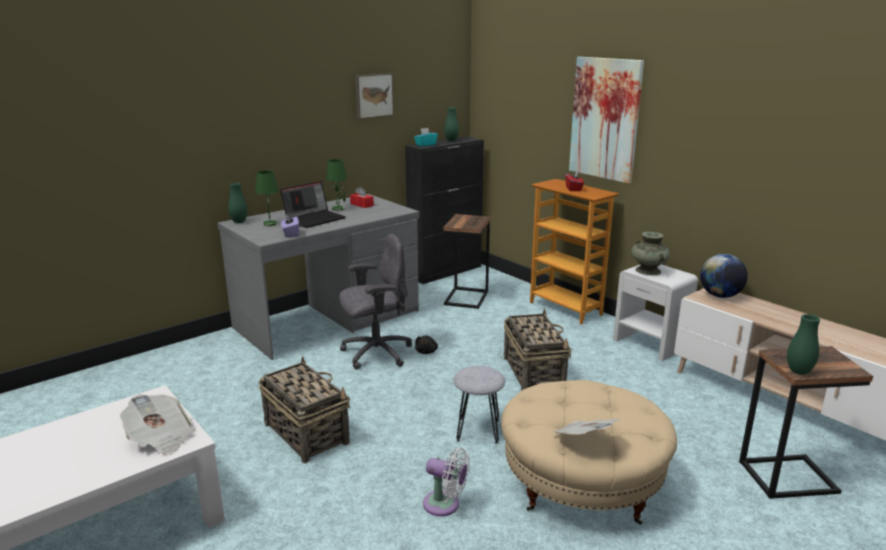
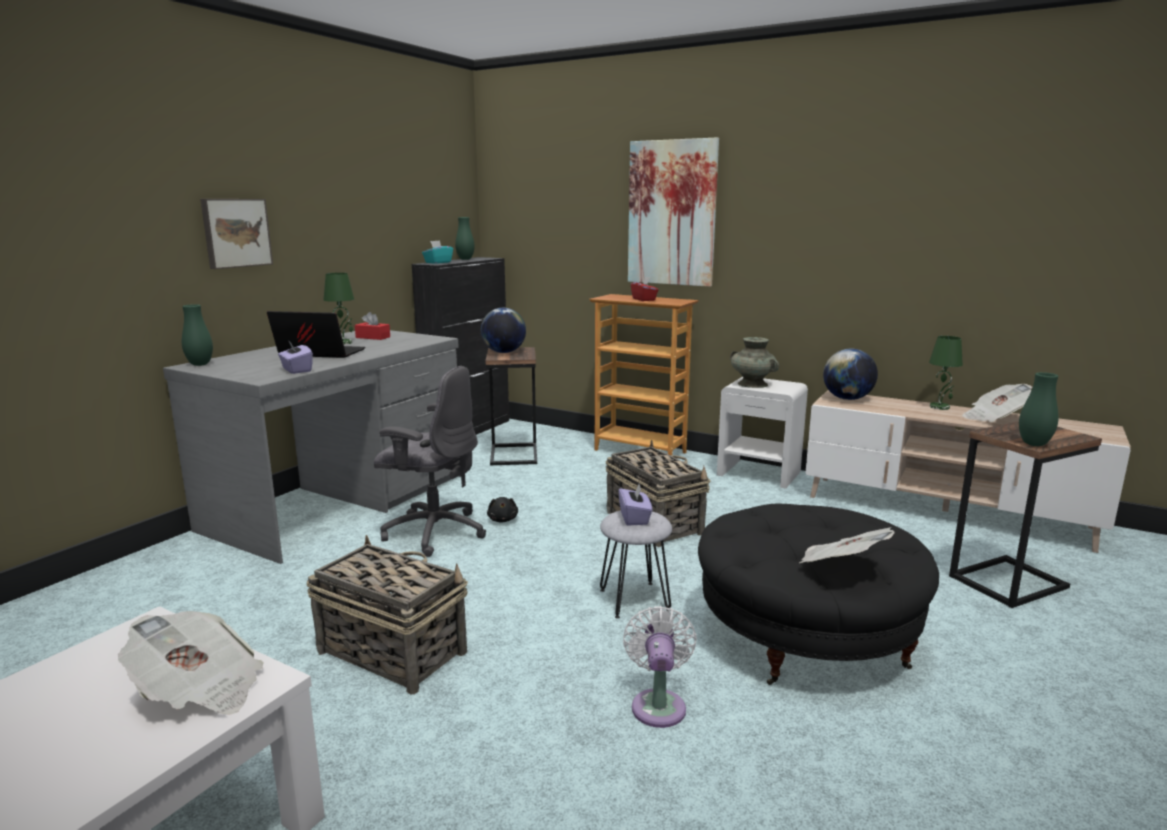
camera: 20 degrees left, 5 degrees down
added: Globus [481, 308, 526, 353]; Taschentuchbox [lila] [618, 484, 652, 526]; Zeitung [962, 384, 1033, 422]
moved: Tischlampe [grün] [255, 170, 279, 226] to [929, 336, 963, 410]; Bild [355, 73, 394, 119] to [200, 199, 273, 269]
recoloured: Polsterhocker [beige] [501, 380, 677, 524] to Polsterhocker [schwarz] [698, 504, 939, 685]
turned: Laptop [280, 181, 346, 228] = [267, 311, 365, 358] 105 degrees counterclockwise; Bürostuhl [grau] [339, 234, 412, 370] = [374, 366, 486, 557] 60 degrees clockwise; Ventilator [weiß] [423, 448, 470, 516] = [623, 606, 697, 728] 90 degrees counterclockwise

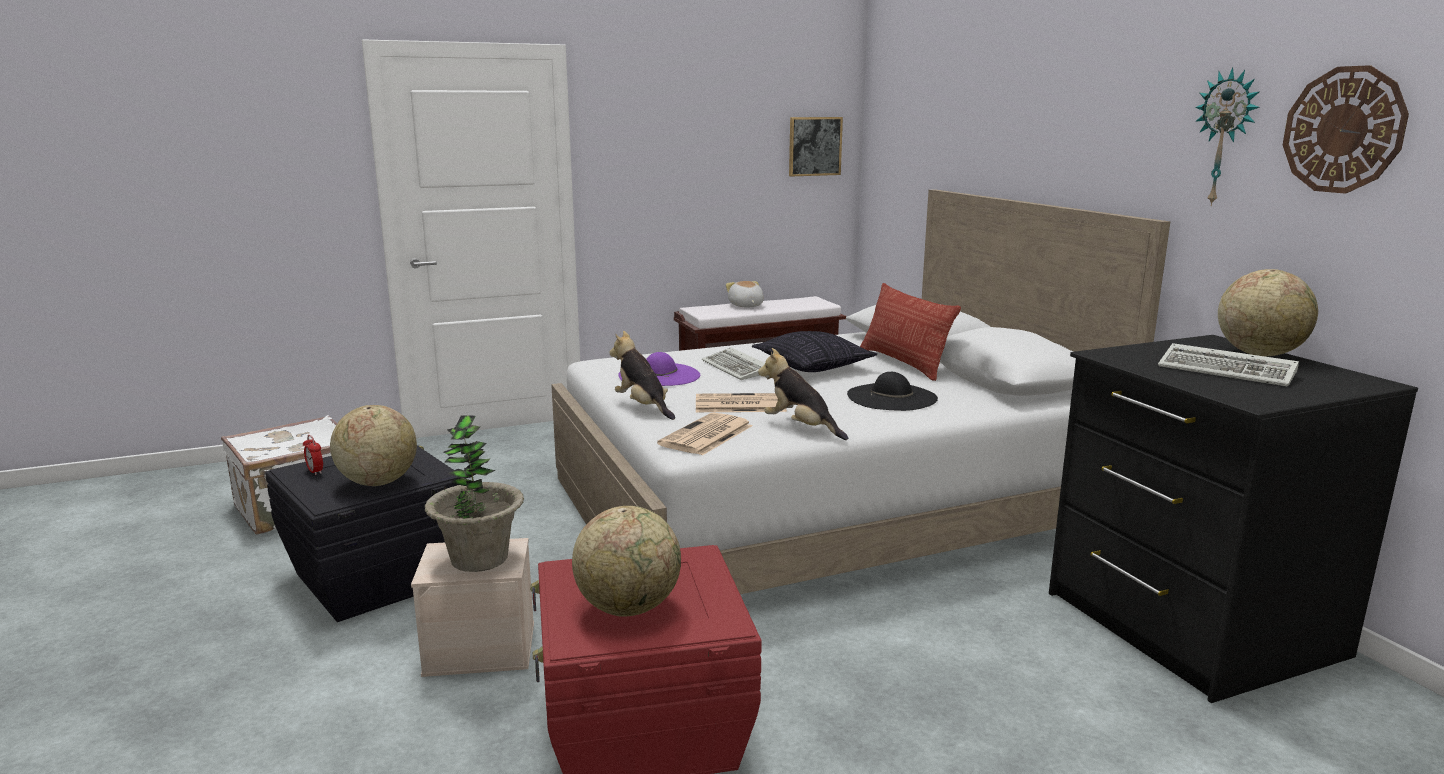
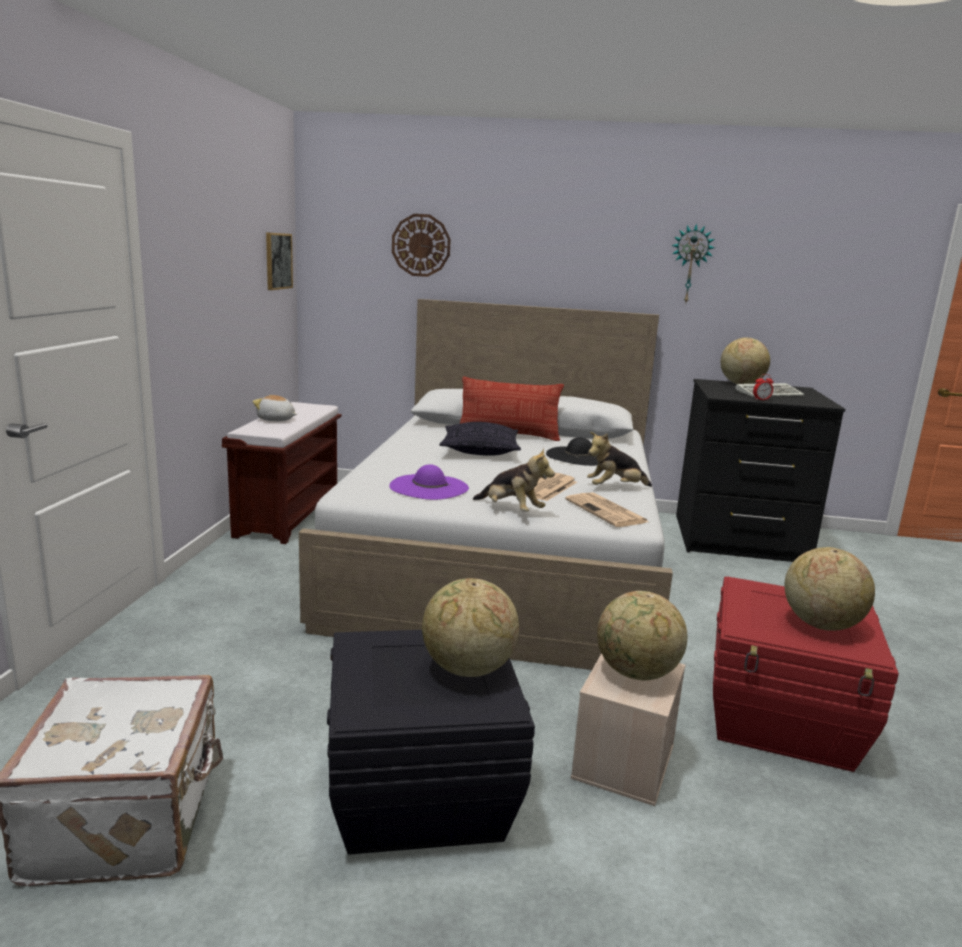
camera: 60 degrees left, 0 degrees up
removed: Tastatur [702, 348, 765, 380]
moved: Wecker [303, 435, 323, 475] to [753, 374, 774, 400]; Wanduhr [1283, 65, 1409, 194] to [392, 214, 451, 277]
replaced: Topfpflanze [425, 415, 524, 572] to Globus [597, 591, 688, 681]
turned: Plüschtier [609, 331, 675, 420] = [473, 448, 555, 512] 135 degrees counterclockwise

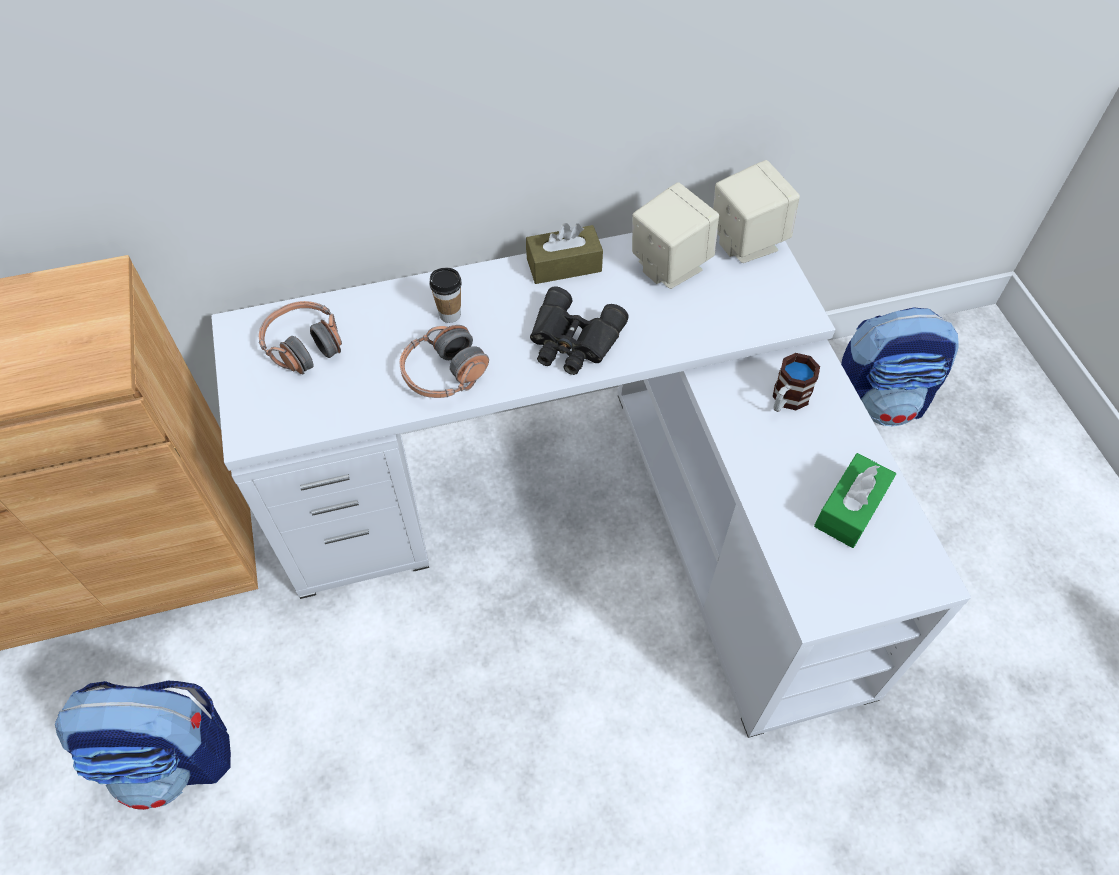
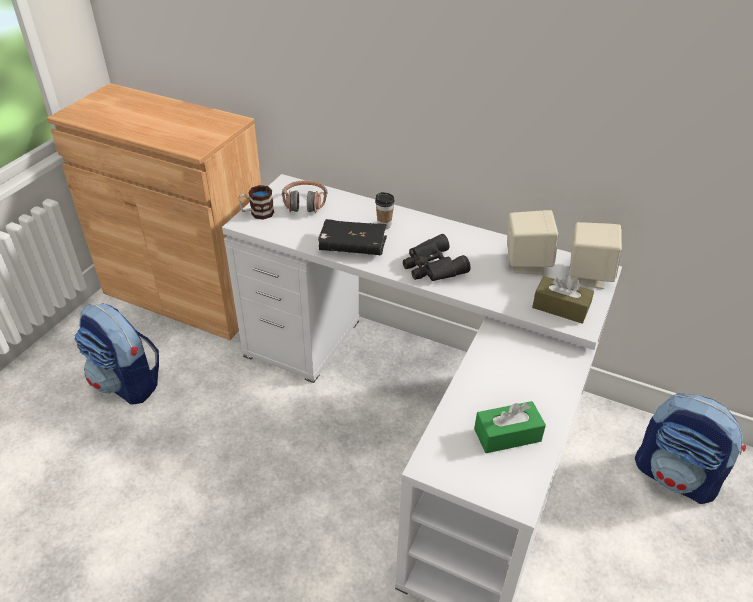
camera: 40 degrees right, 15 degrees down
moved: Taschentuchbox [braun] [526, 223, 603, 284] to [532, 275, 594, 324]; Henkelbecher [772, 353, 820, 412] to [239, 185, 274, 220]
replaced: Kopfhörer [400, 325, 489, 398] to Buch [schwarz] [318, 219, 387, 255]

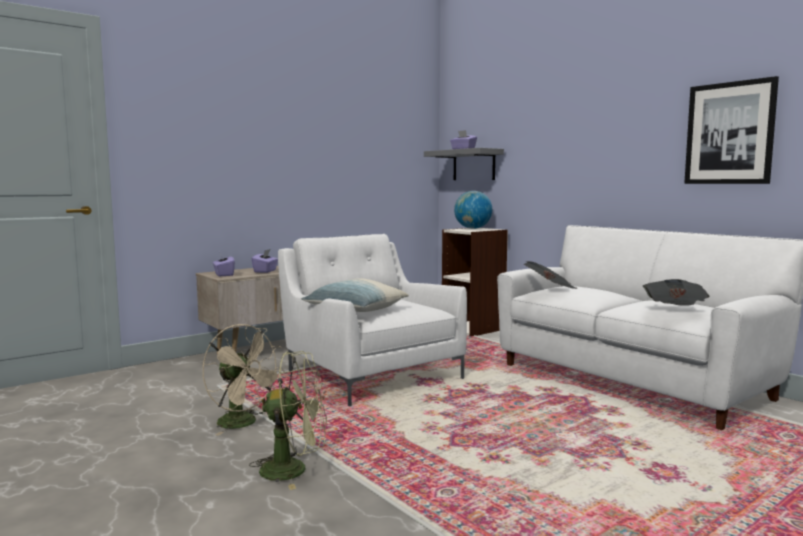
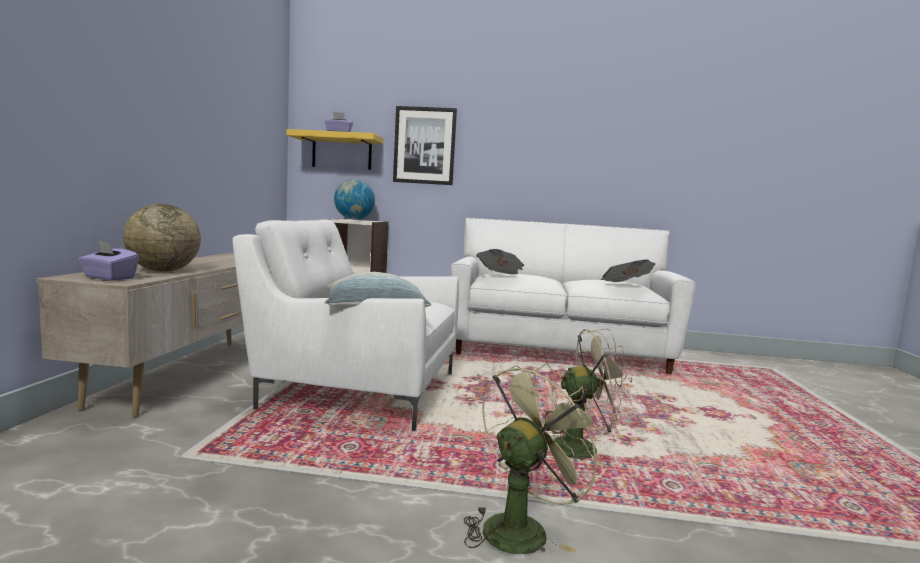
camera: 45 degrees left, 0 degrees up
moved: Ventilator [beige] [203, 324, 285, 436] to [551, 328, 634, 460]; Bild [684, 76, 779, 184] to [393, 106, 457, 185]
replaced: Taschentuchbox [lila] [251, 249, 278, 273] to Globus [123, 204, 201, 271]
recoloured: Wandregal [grau] [424, 148, 504, 180] to Wandregal [gelb] [287, 129, 384, 170]

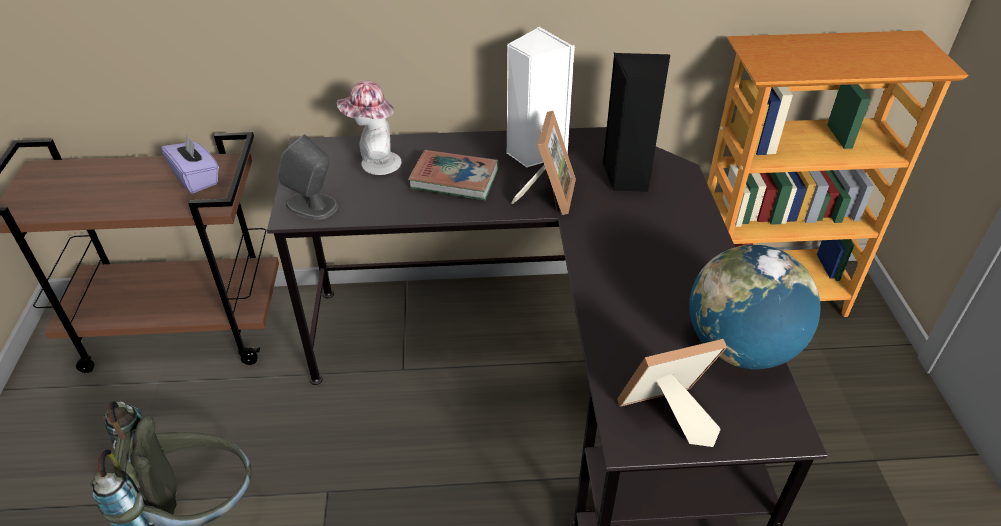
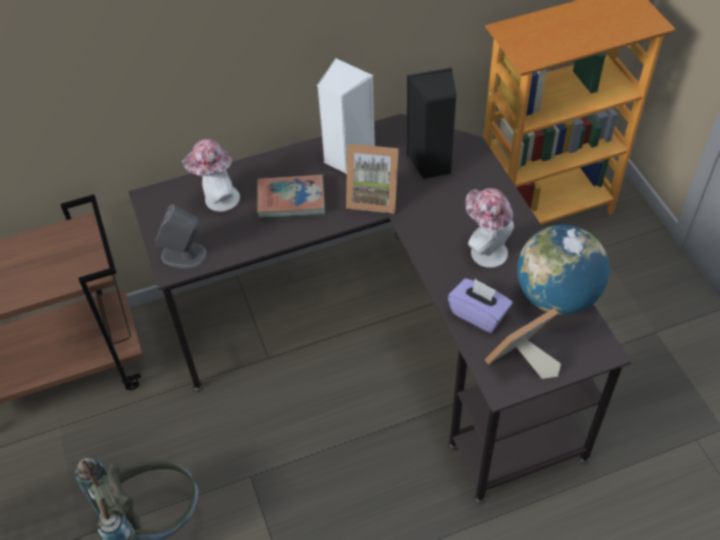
camera: 15 degrees left, 10 degrees up
added: Hut [466, 188, 514, 268]
moved: Taschentuchbox [lila] [161, 135, 219, 194] to [448, 278, 513, 333]
turned: Bilderrahmen [511, 111, 576, 215] = [346, 144, 399, 214] 105 degrees clockwise

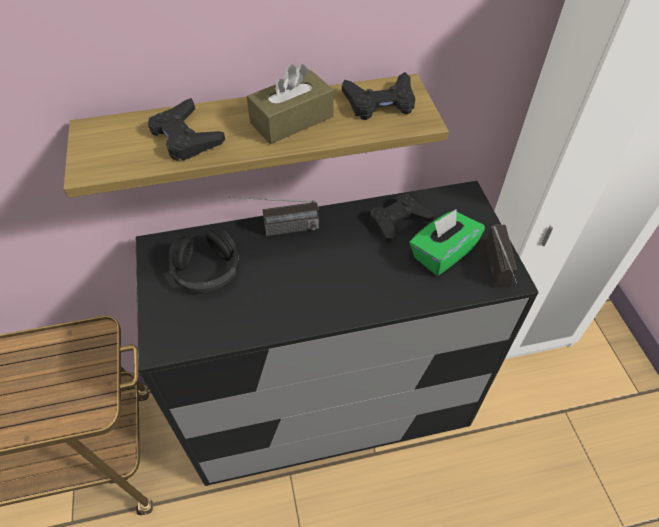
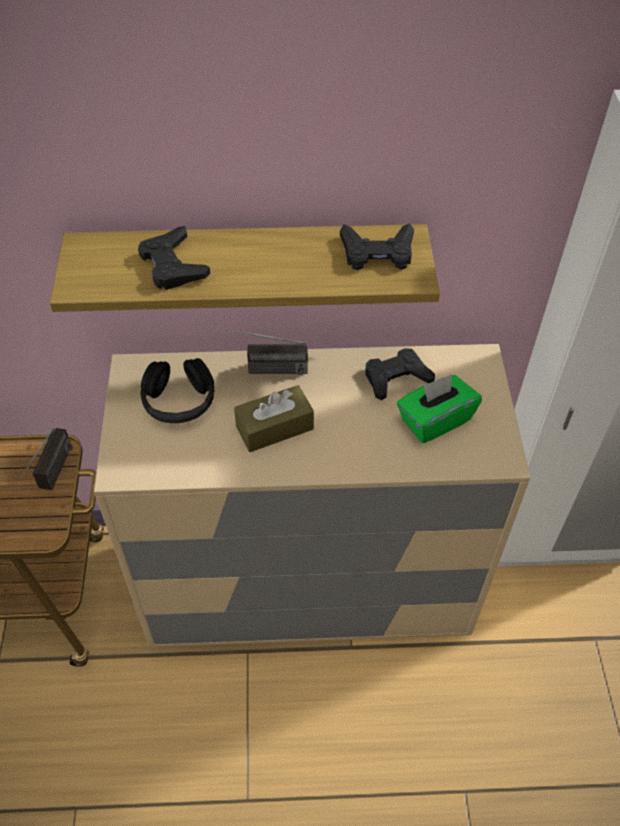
camera: 10 degrees right, 0 degrees up
moved: Taschentuchbox [braun] [247, 64, 334, 144] to [234, 385, 314, 452]; Radio [486, 225, 517, 288] to [14, 428, 73, 490]
recoloured: Kommode [schwarz] [136, 181, 539, 486] to Kommode [beige] [94, 344, 530, 647]

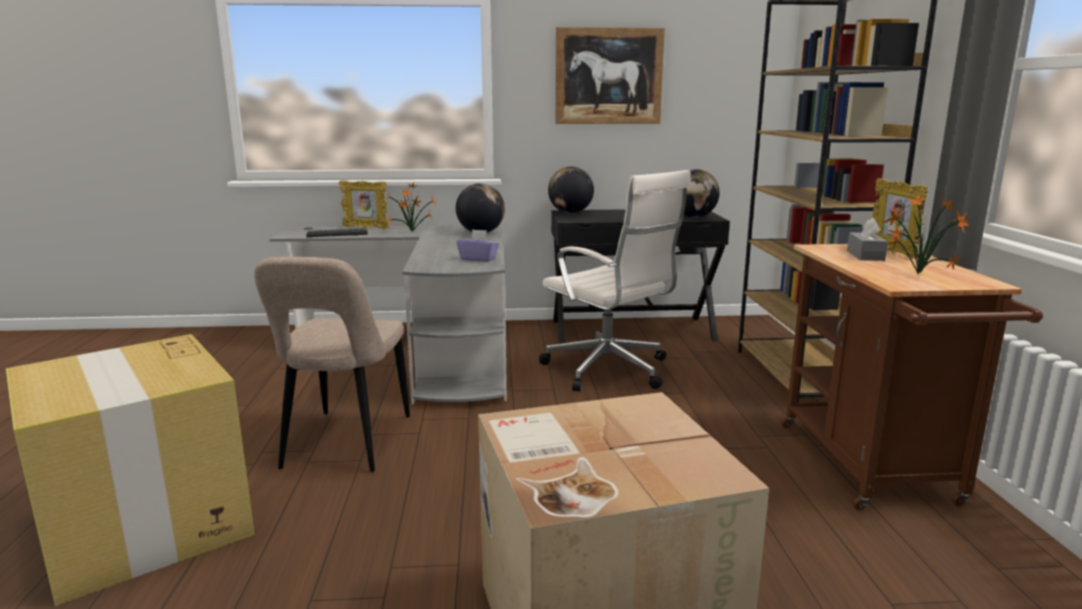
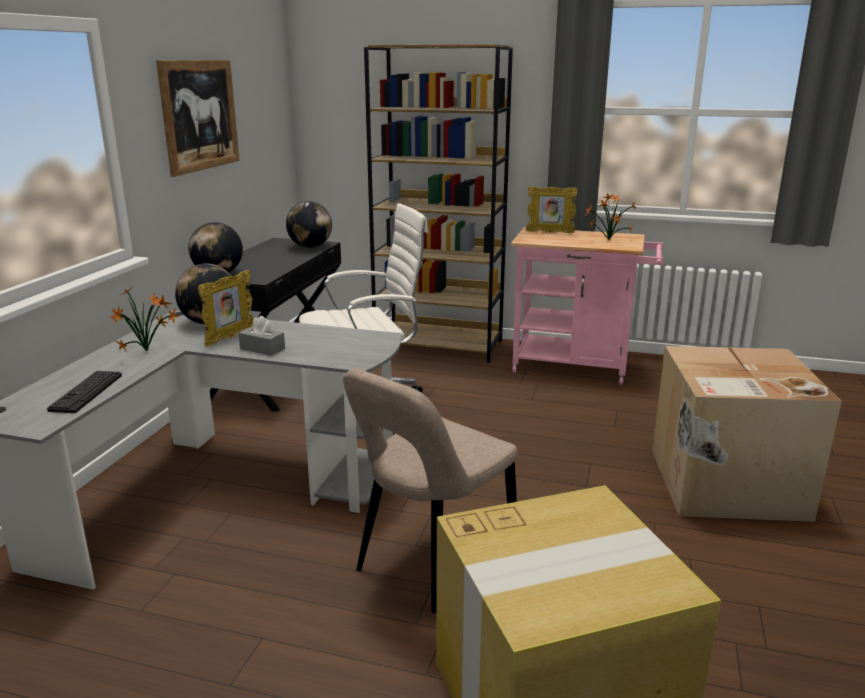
camera: 70 degrees left, 5 degrees up
removed: Taschentuchbox [lila] [457, 229, 499, 262]
moved: Bilderrahmen [339, 180, 389, 229] to [198, 270, 254, 347]; Taschentuchbox [grau] [847, 218, 888, 261] to [238, 316, 285, 356]
recoloured: Rollwagen [braun] [781, 244, 1043, 511] to Rollwagen [rosa] [511, 227, 664, 385]
turned: Stuhl [beige] [254, 257, 410, 472] = [343, 368, 518, 614] 105 degrees clockwise

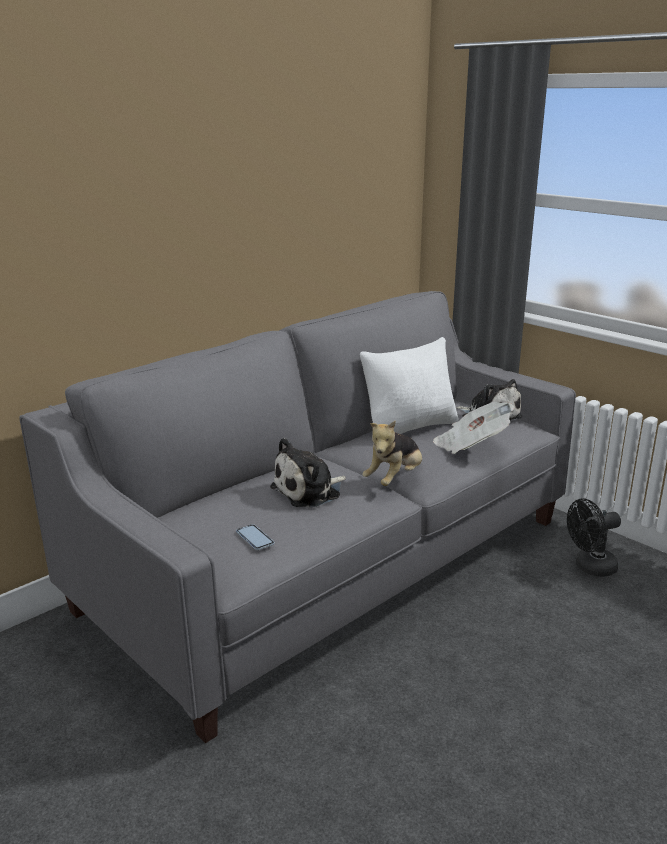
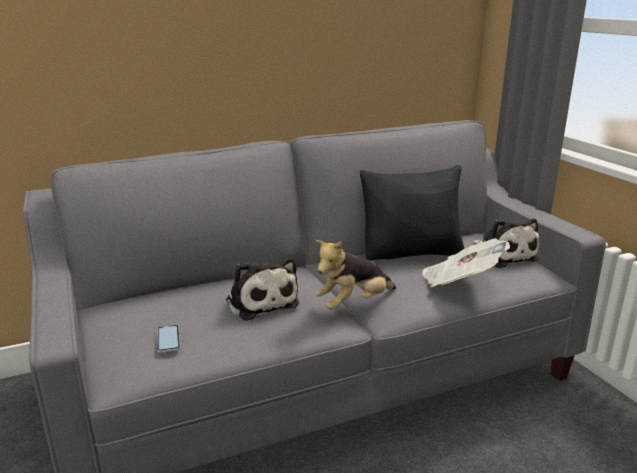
camera: 20 degrees right, 0 degrees up
removed: Ventilator [schwarz] [567, 499, 621, 577]
recoloured: Kissen [weiß] [360, 337, 459, 434] to Kissen [schwarz] [360, 165, 464, 261]
turned: Plüschtier [270, 438, 346, 508] = [226, 257, 299, 321] 105 degrees counterclockwise

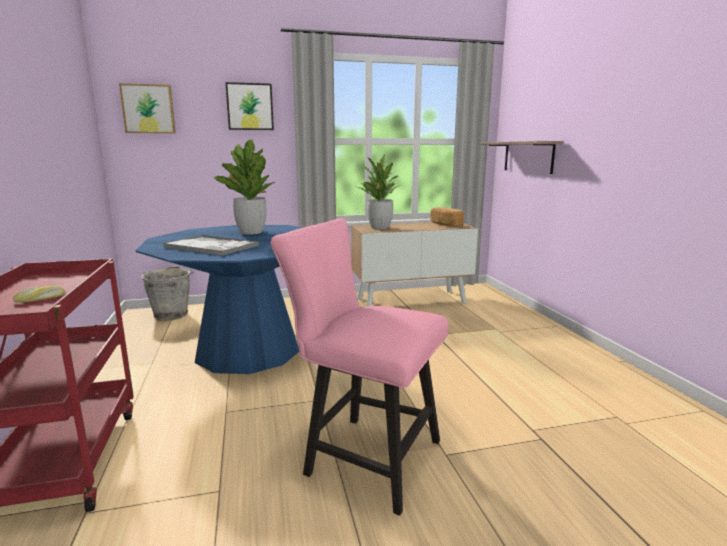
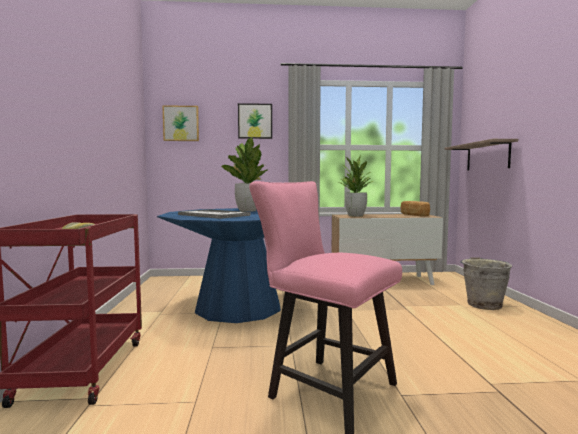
camera: 10 degrees right, 10 degrees down
moved: Eimer [grau] [141, 267, 194, 321] to [460, 257, 512, 310]

